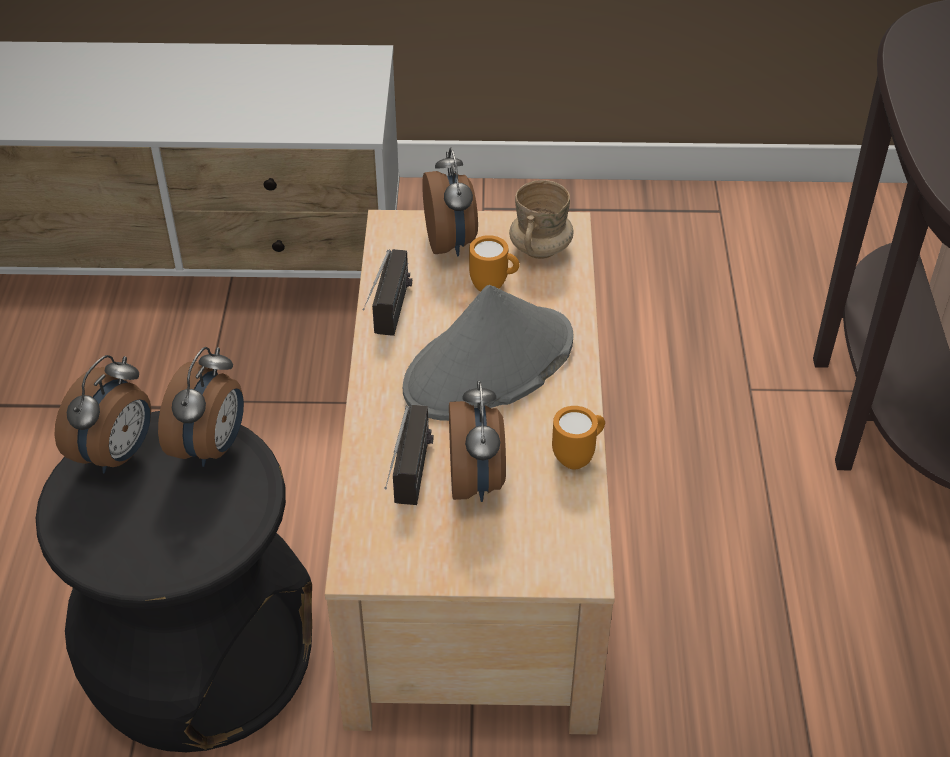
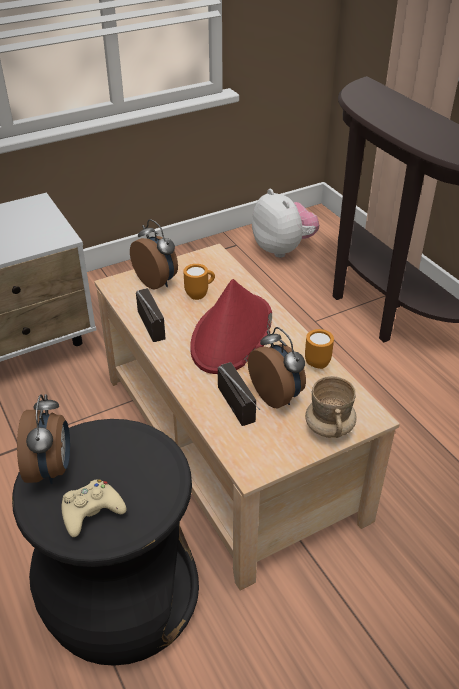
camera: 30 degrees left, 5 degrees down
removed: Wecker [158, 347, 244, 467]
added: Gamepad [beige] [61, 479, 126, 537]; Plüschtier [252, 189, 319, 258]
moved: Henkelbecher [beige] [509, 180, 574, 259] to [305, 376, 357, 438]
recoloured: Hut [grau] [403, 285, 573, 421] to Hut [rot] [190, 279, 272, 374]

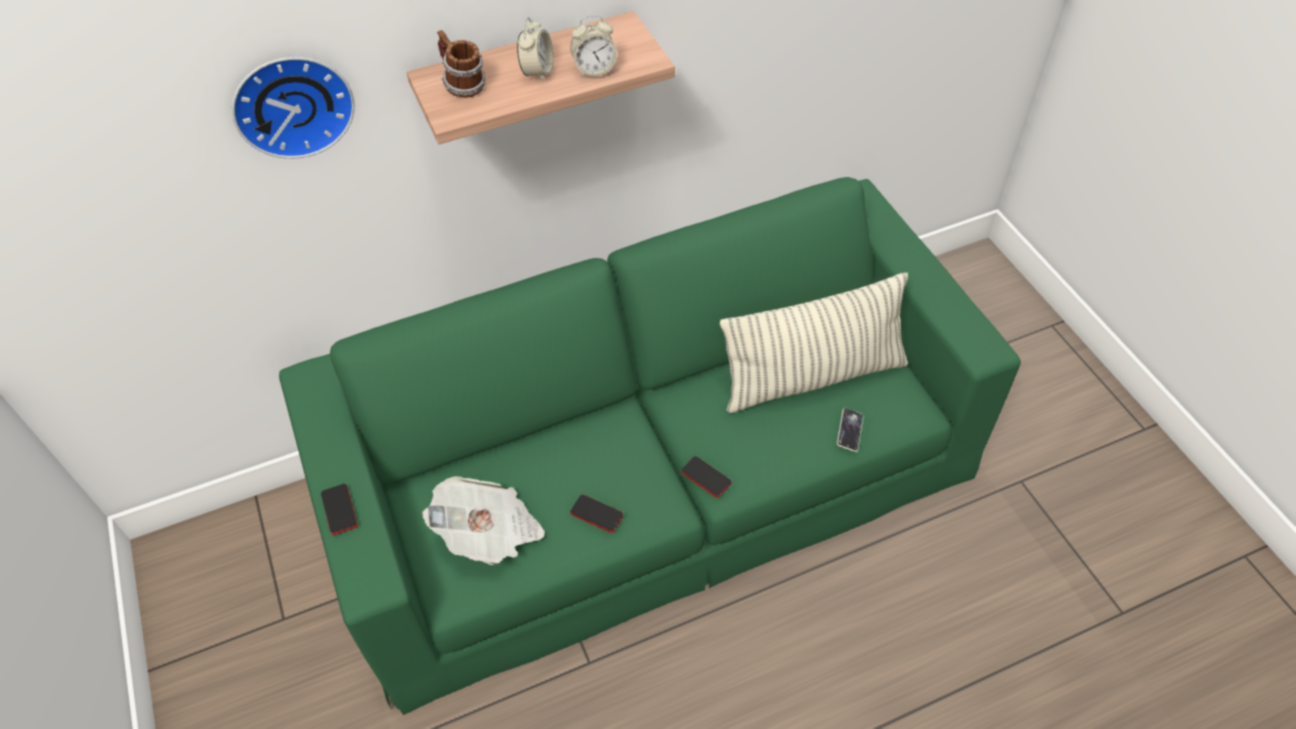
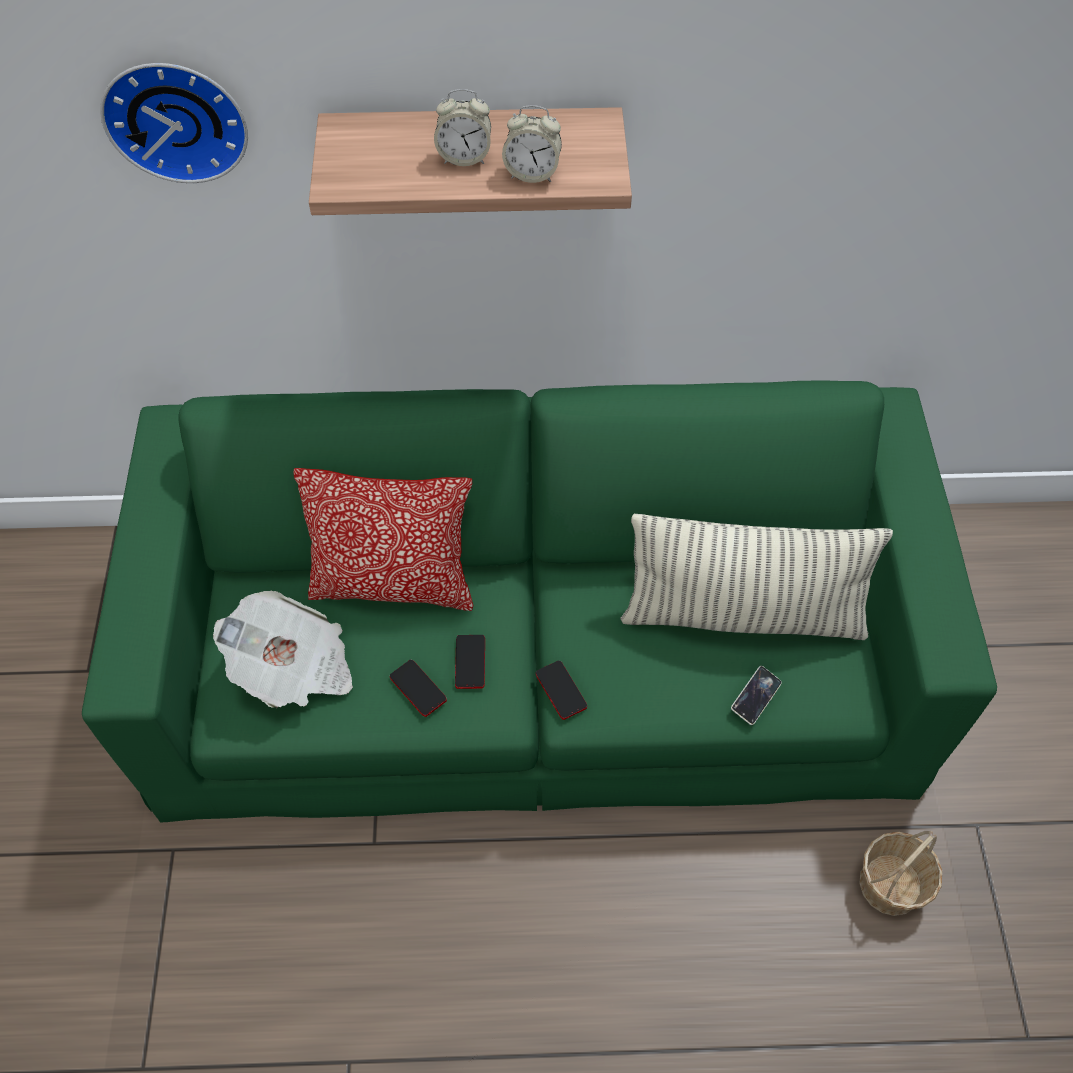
camera: 20 degrees right, 5 degrees up
removed: Henkelbecher [437, 30, 485, 98]
added: Kissen [293, 468, 473, 611]; Korb [859, 831, 942, 916]
moved: Handy [321, 483, 358, 535] to [455, 635, 485, 689]
turned: Wecker [517, 17, 554, 82] = [434, 89, 491, 166] 60 degrees clockwise

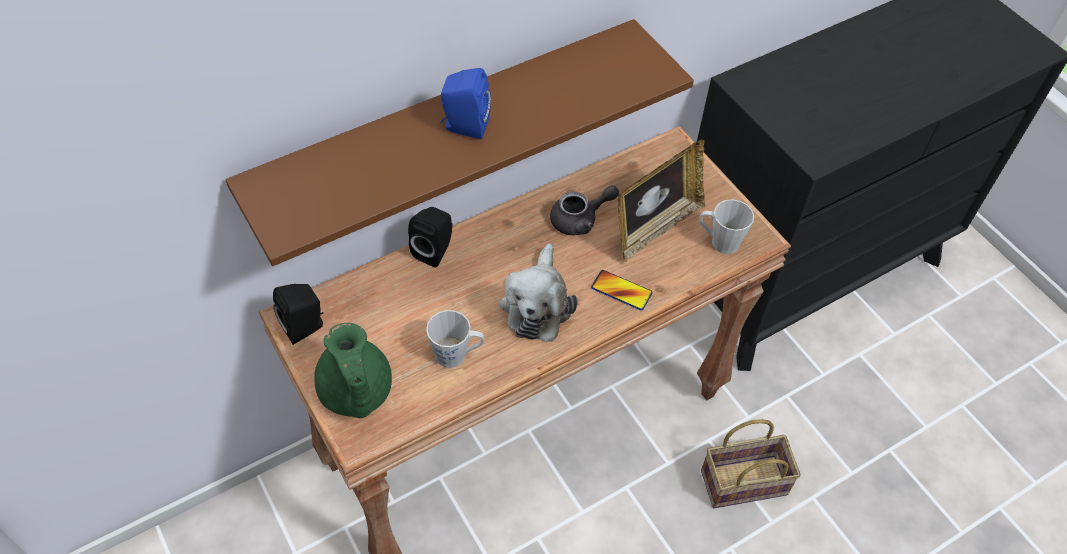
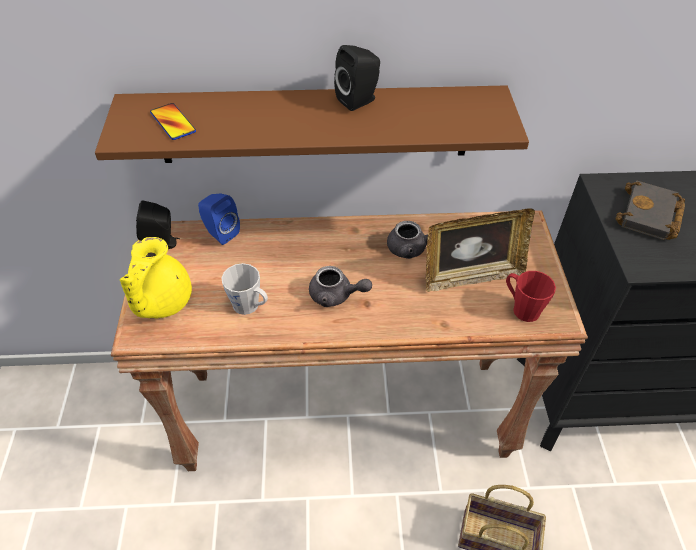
camera: 30 degrees right, 5 degrees down
added: Buch [schwarz] [616, 180, 685, 240]
moved: Lautsprecher [schwarz] [408, 207, 452, 268] to [334, 45, 380, 111]; Lautsprecher [blau] [440, 68, 491, 139] to [198, 193, 240, 245]; Handy [591, 270, 653, 310] to [150, 103, 196, 140]
replaced: Plüschtier [500, 243, 578, 342] to Teekanne [grau] [309, 266, 372, 307]
recoloured: Teekanne [grün] [314, 323, 392, 418] to Teekanne [gelb] [119, 237, 192, 318]; Henkelbecher [grau] [699, 199, 754, 254] to Henkelbecher [rot] [506, 271, 556, 322]

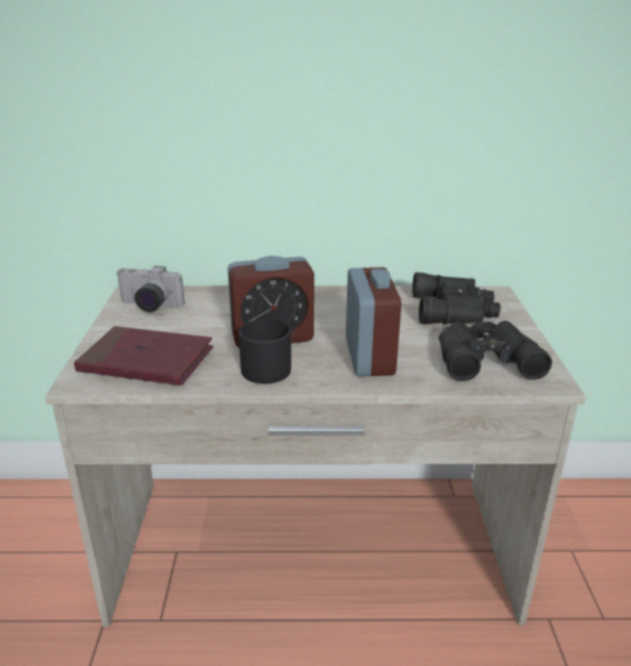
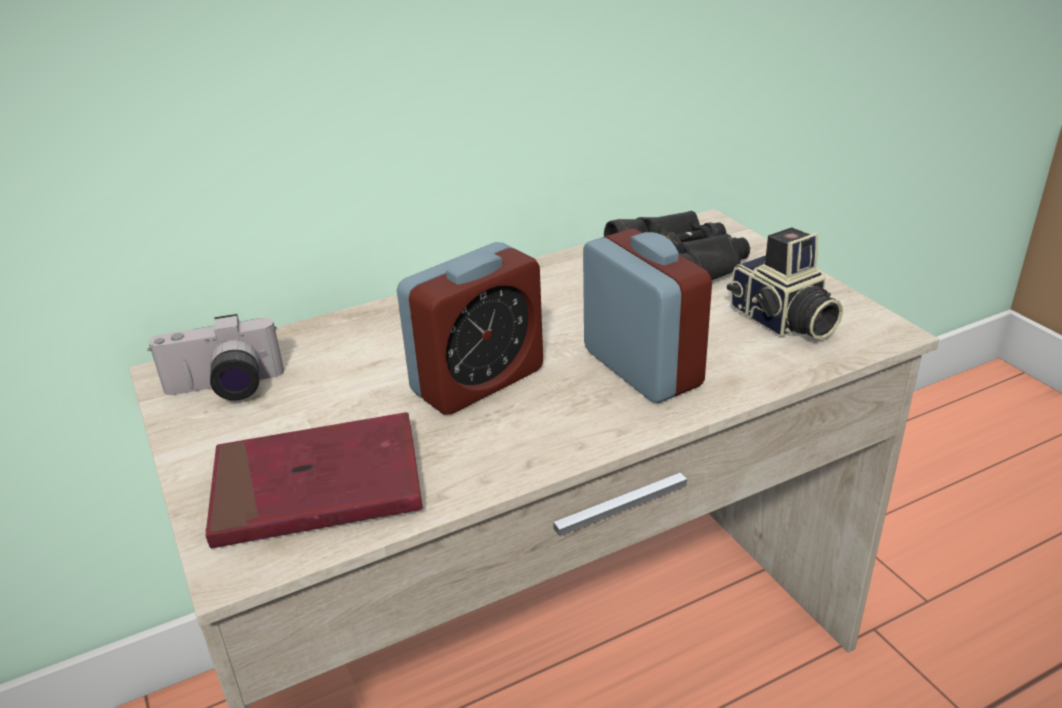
camera: 25 degrees left, 5 degrees up
removed: Henkelbecher [schwarz] [239, 319, 291, 384]
replaced: Fernglas [schwarz] [439, 321, 552, 381] to Kamera [727, 227, 843, 340]

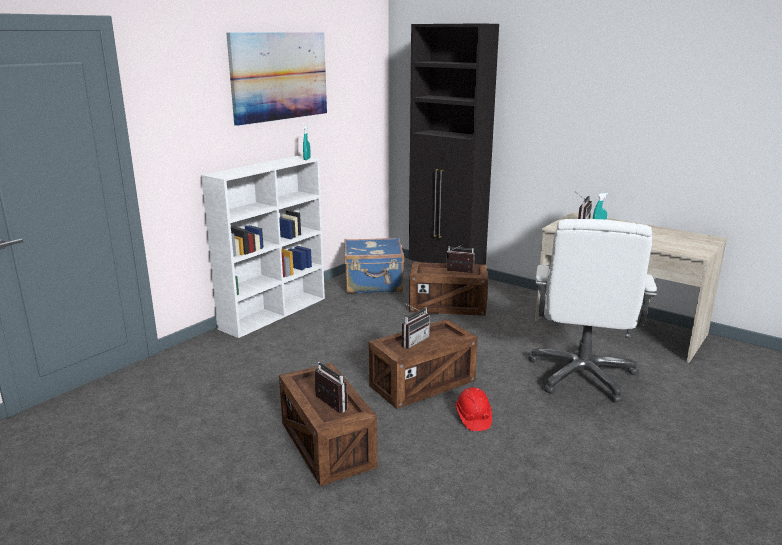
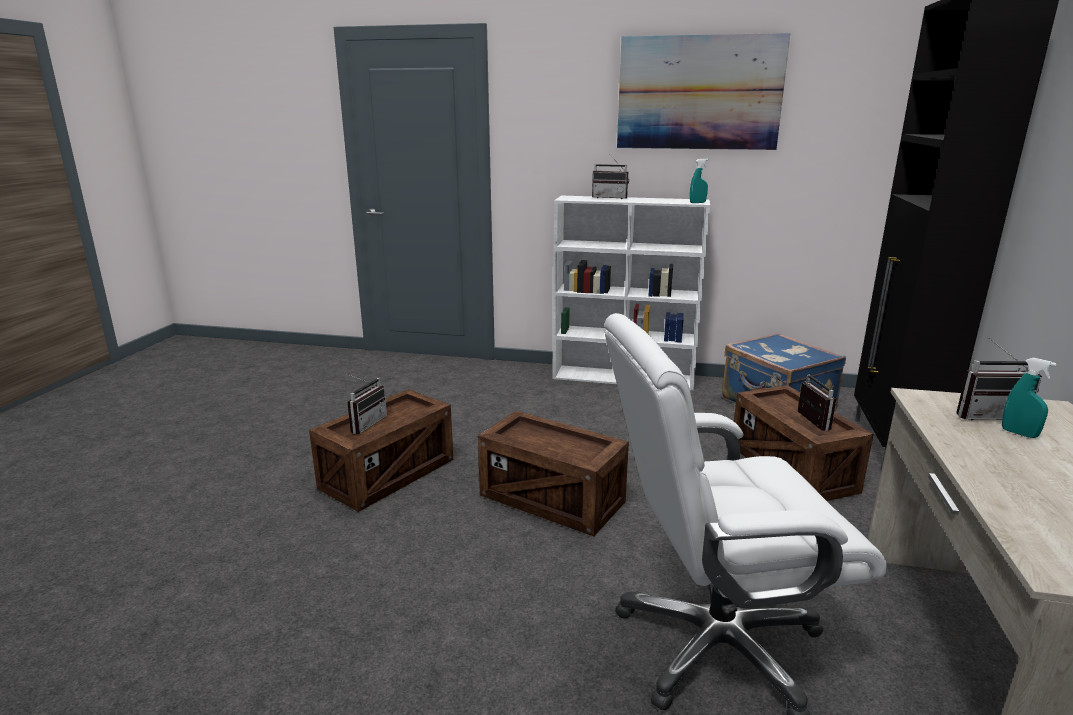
camera: 65 degrees right, 0 degrees up
removed: Schutzhelm [rot] [455, 387, 492, 431]
moved: Radio [402, 302, 430, 349] to [592, 154, 629, 199]

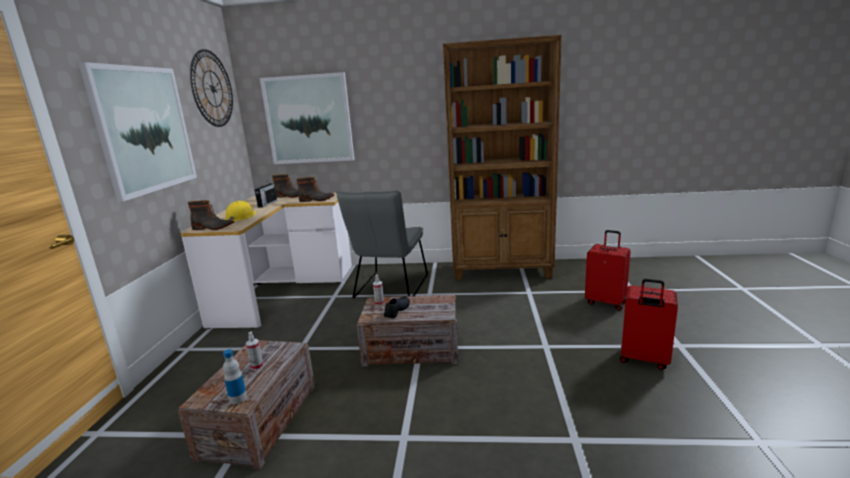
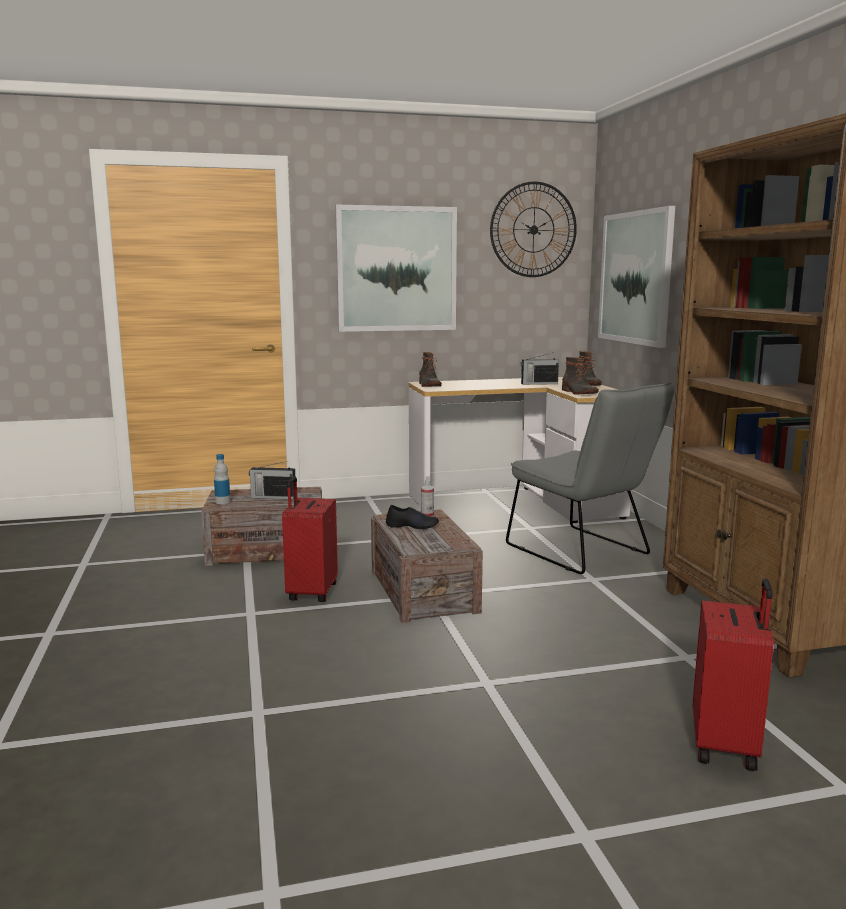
camera: 70 degrees right, 5 degrees down
removed: Schutzhelm [gelb] [225, 201, 257, 221]
moved: Koffer [rot] [620, 279, 678, 370] to [282, 476, 338, 602]
replaced: Sprühflasche [246, 332, 263, 370] to Radio [249, 461, 295, 499]
turned: Stuhl [grau] [336, 190, 428, 298] = [506, 381, 674, 574] 120 degrees counterclockwise

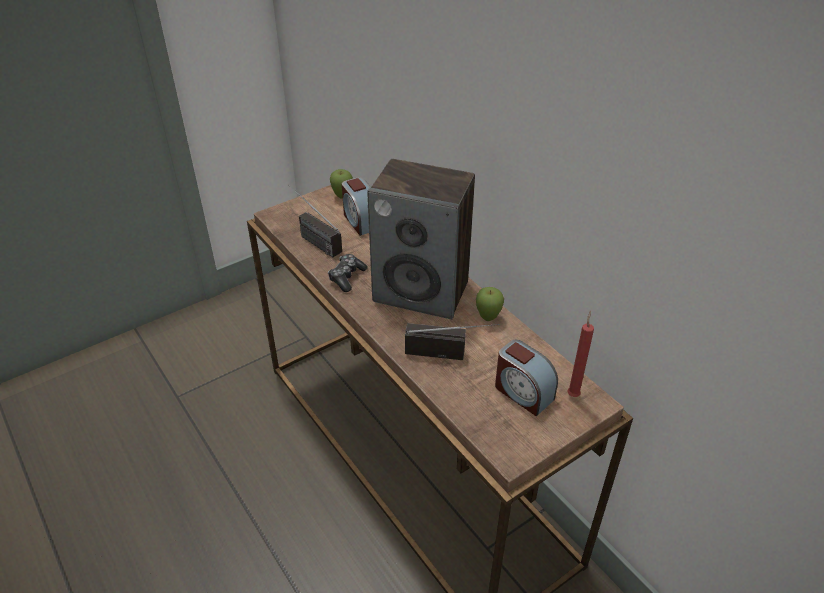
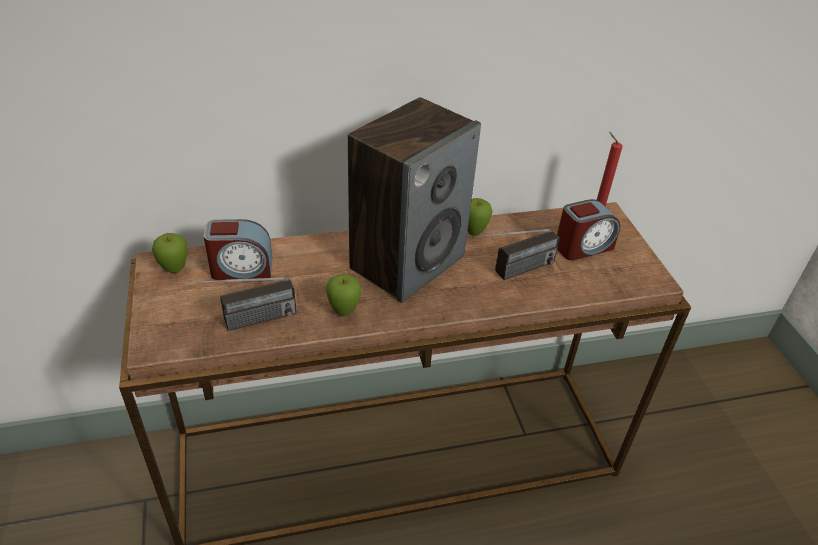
camera: 70 degrees left, 0 degrees up
replaced: Gamepad [328, 254, 368, 292] to Apfel [326, 274, 361, 316]
turned: Radio [405, 323, 500, 360] = [473, 229, 560, 280] 150 degrees counterclockwise

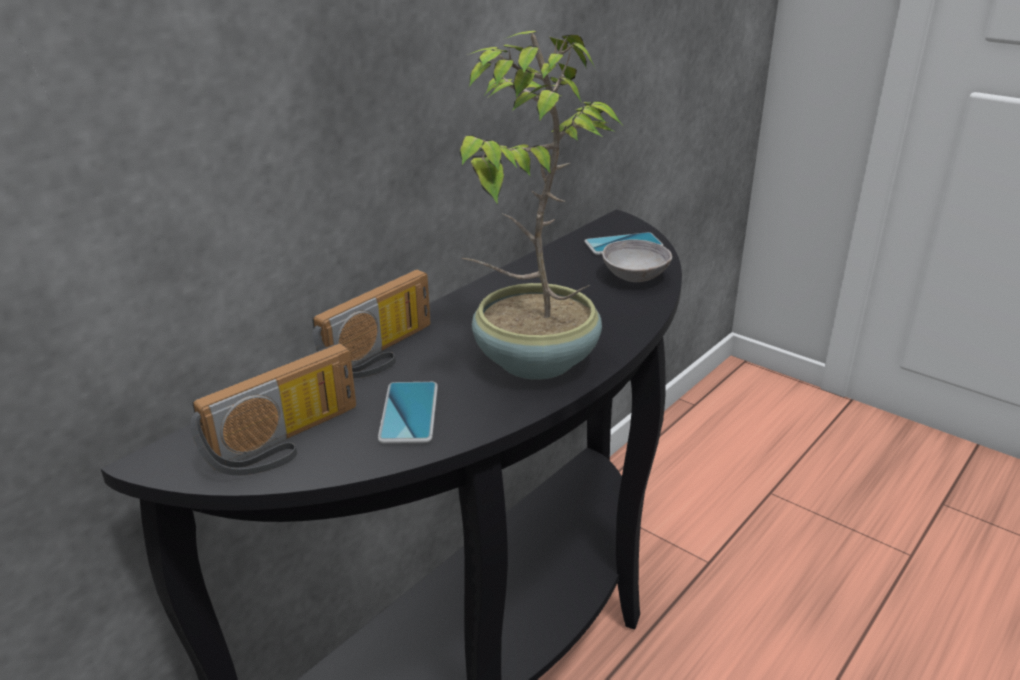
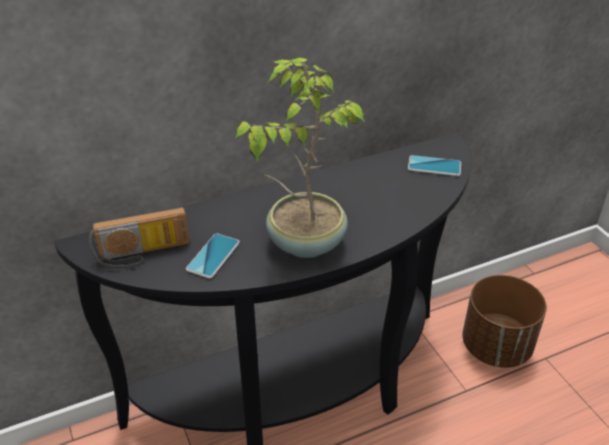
camera: 25 degrees right, 10 degrees up
removed: Radio [312, 269, 431, 378]; Schüssel [grau] [602, 239, 672, 282]
added: Pflanzkübel [braun] [462, 275, 547, 368]

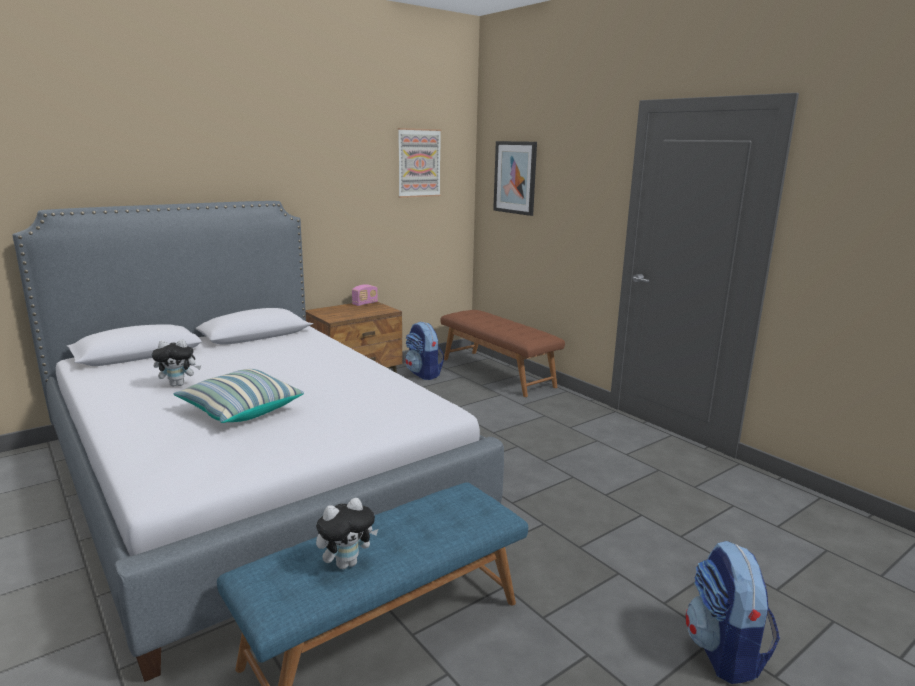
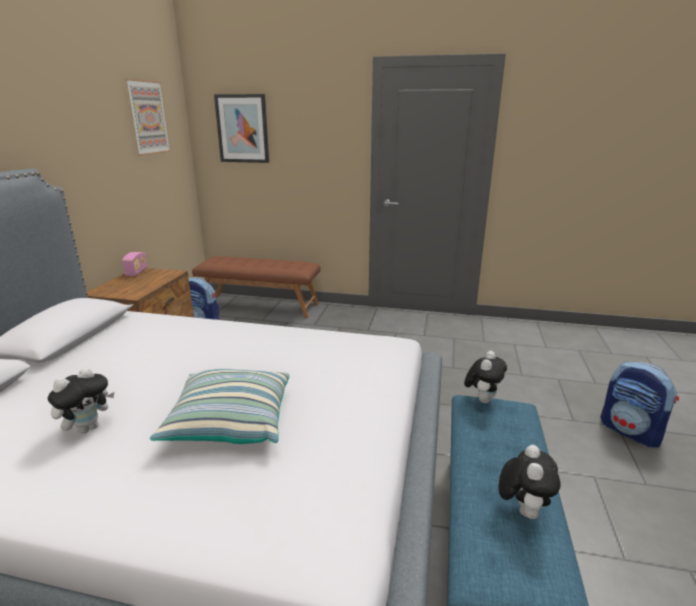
camera: 40 degrees left, 5 degrees up
added: Plüschtier [464, 351, 507, 403]

